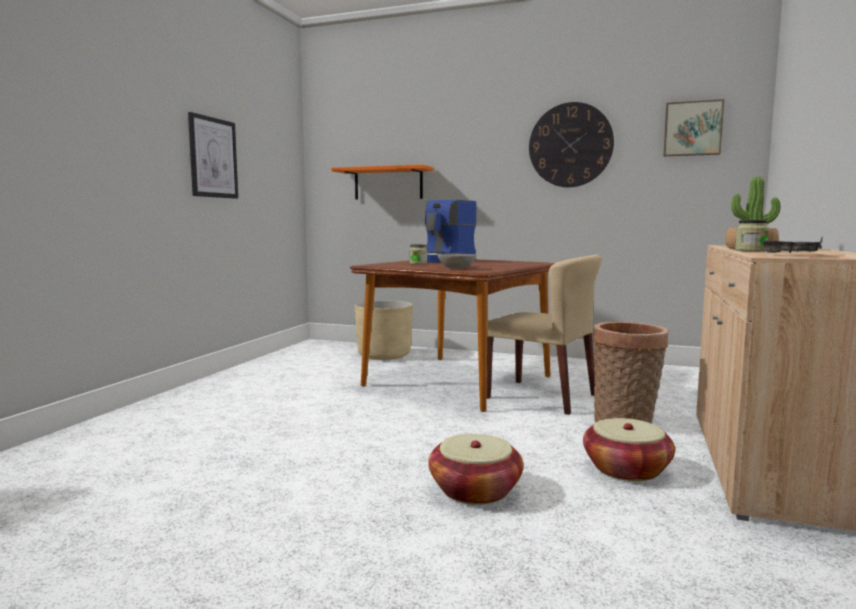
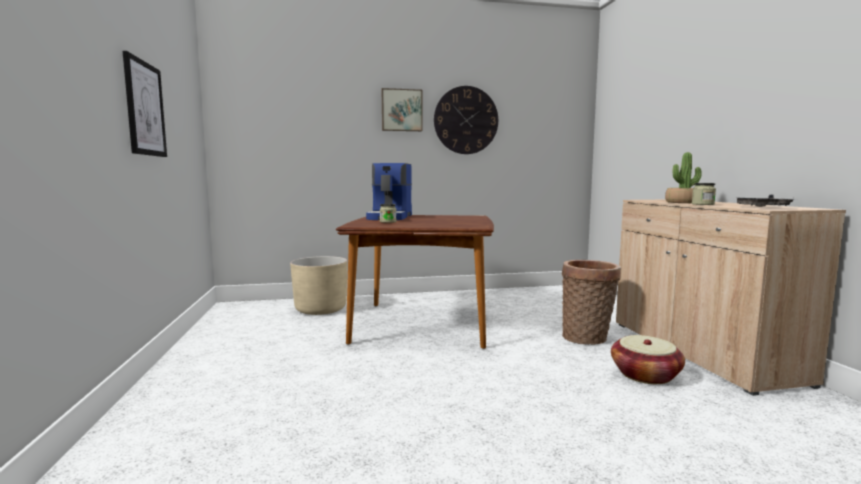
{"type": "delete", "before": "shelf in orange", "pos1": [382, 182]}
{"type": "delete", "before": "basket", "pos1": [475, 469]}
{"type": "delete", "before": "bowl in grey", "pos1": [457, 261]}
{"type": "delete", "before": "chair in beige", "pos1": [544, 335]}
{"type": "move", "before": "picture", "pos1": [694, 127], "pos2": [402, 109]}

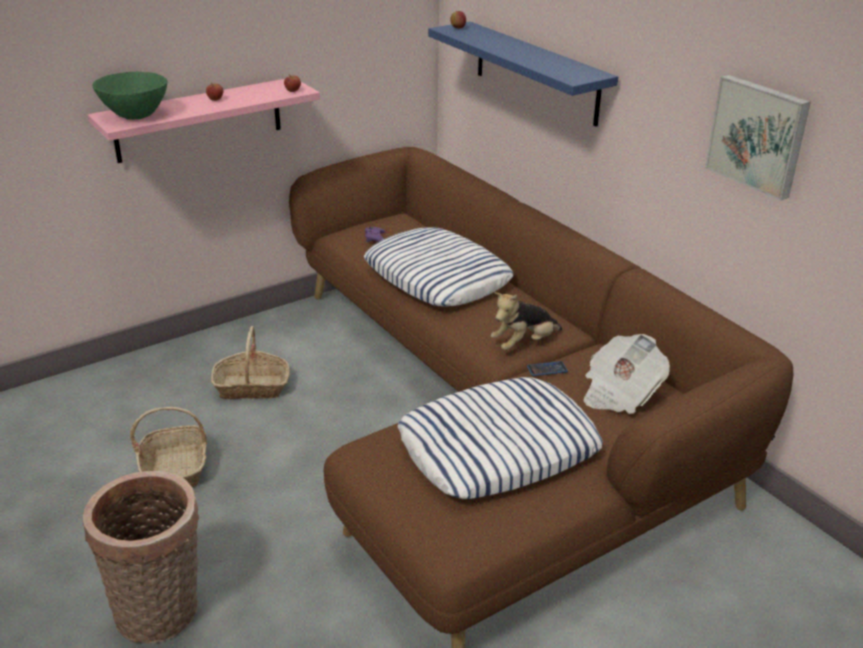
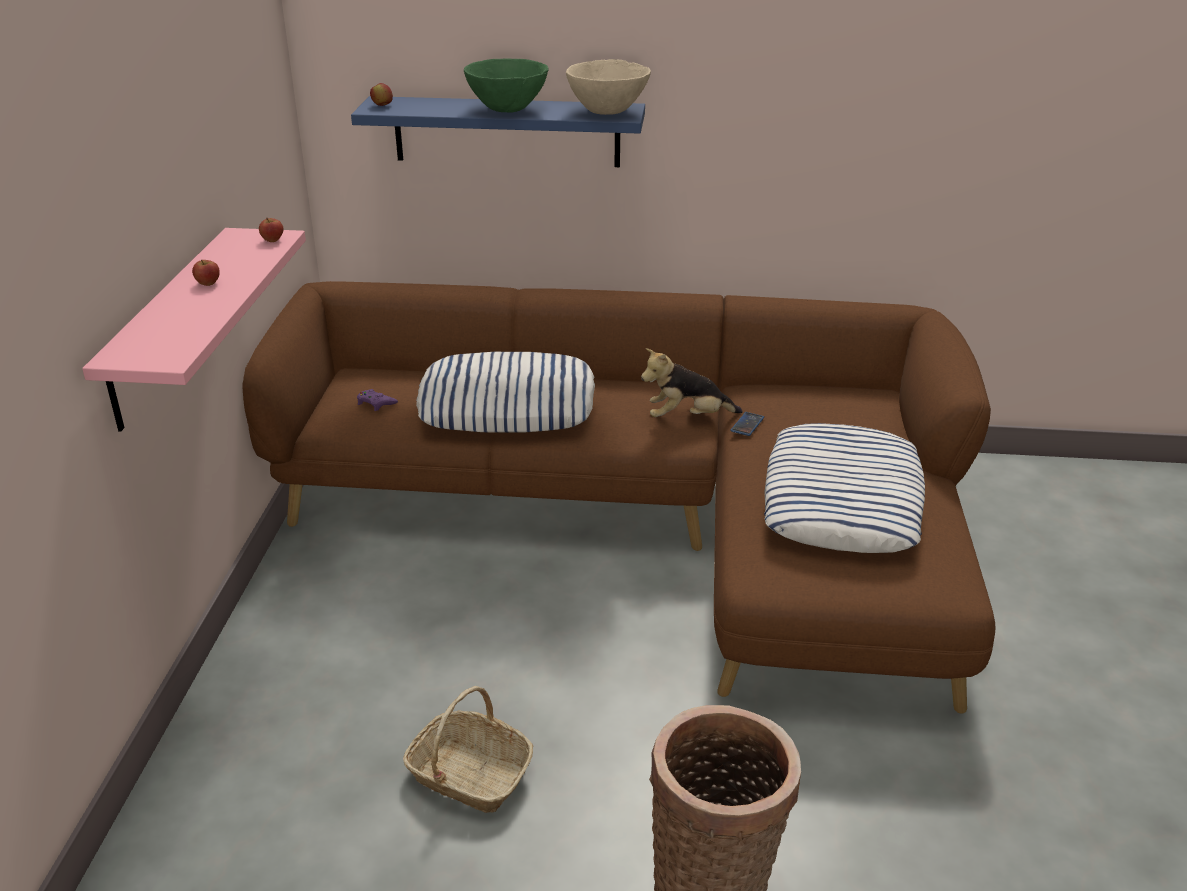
{"type": "delete", "before": "basket", "pos1": [250, 362]}
{"type": "delete", "before": "newspaper", "pos1": [627, 374]}
{"type": "delete", "before": "picture", "pos1": [758, 137]}
{"type": "insert", "after": "bowl in beige", "pos2": [608, 87]}
{"type": "move", "before": "bowl in green", "pos1": [129, 95], "pos2": [506, 85]}
{"type": "rotate", "before": "plush toy", "pos1": [526, 321], "pos2": [692, 382], "turn": 75}

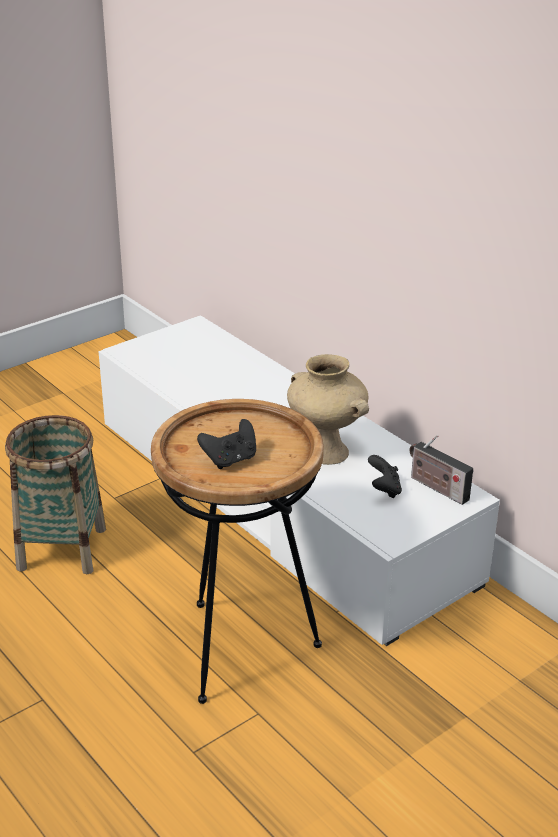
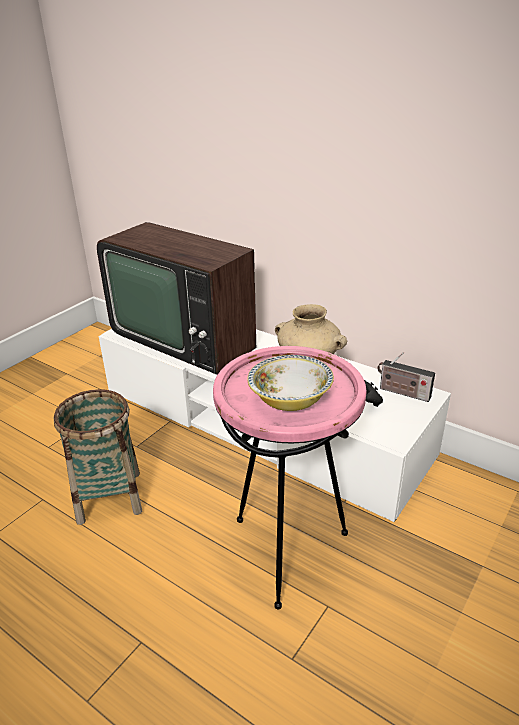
{"type": "insert", "after": "television", "pos2": [176, 298]}
{"type": "replace", "before": "game controller in black", "after": "bowl", "pos1": [226, 444], "pos2": [290, 383]}
{"type": "recolor", "before": "side table in brown", "after": "side table in pink", "pos1": [237, 551], "pos2": [290, 478]}

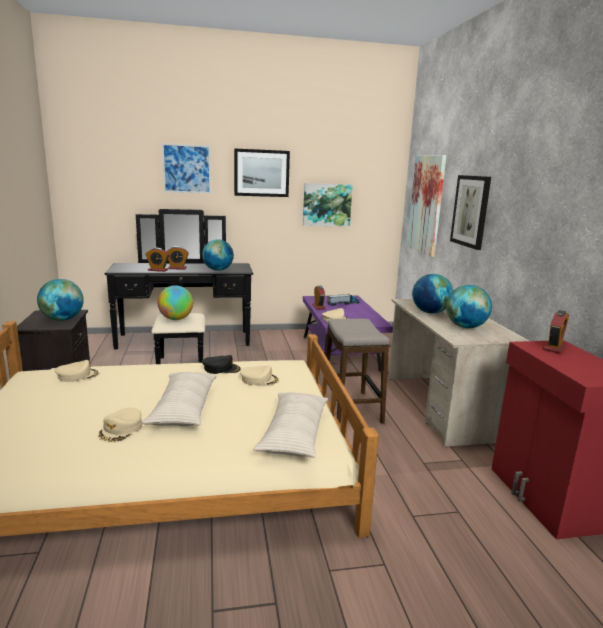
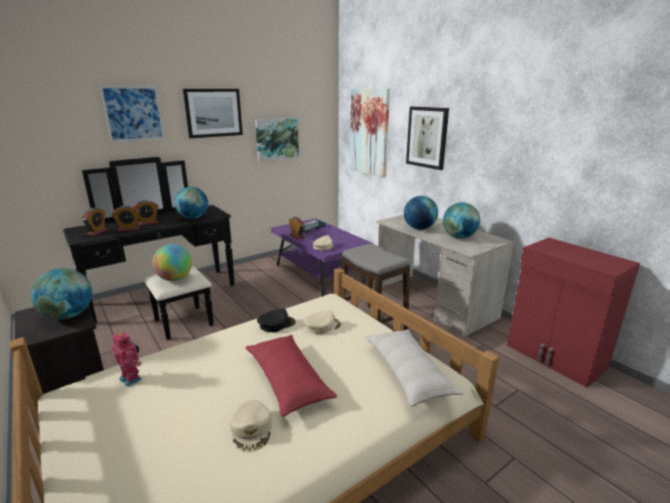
{"type": "move", "before": "alarm clock", "pos1": [556, 332], "pos2": [95, 222]}
{"type": "replace", "before": "cap in beige", "after": "toy robot", "pos1": [77, 371], "pos2": [127, 359]}
{"type": "recolor", "before": "pillow in beige", "after": "pillow in red", "pos1": [179, 399], "pos2": [291, 376]}

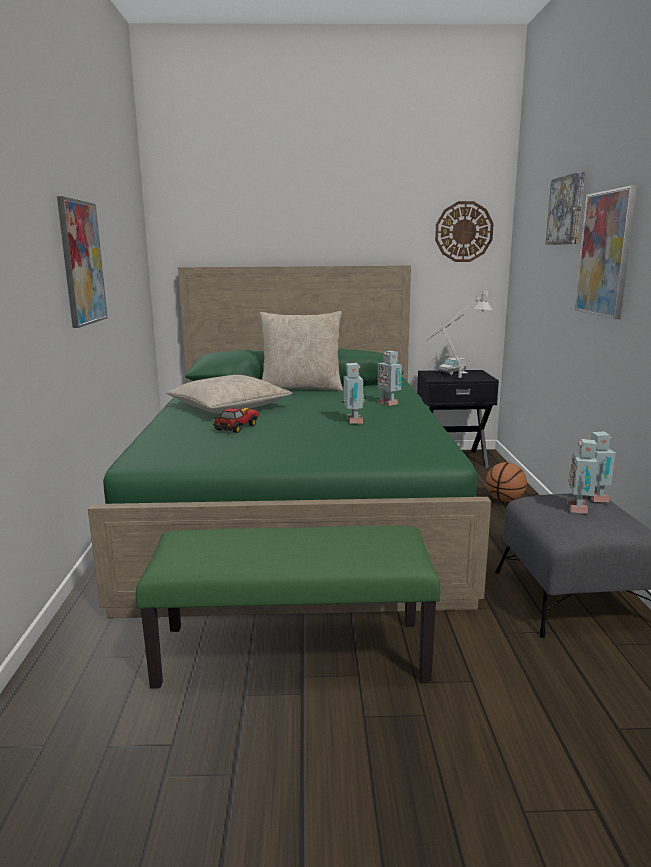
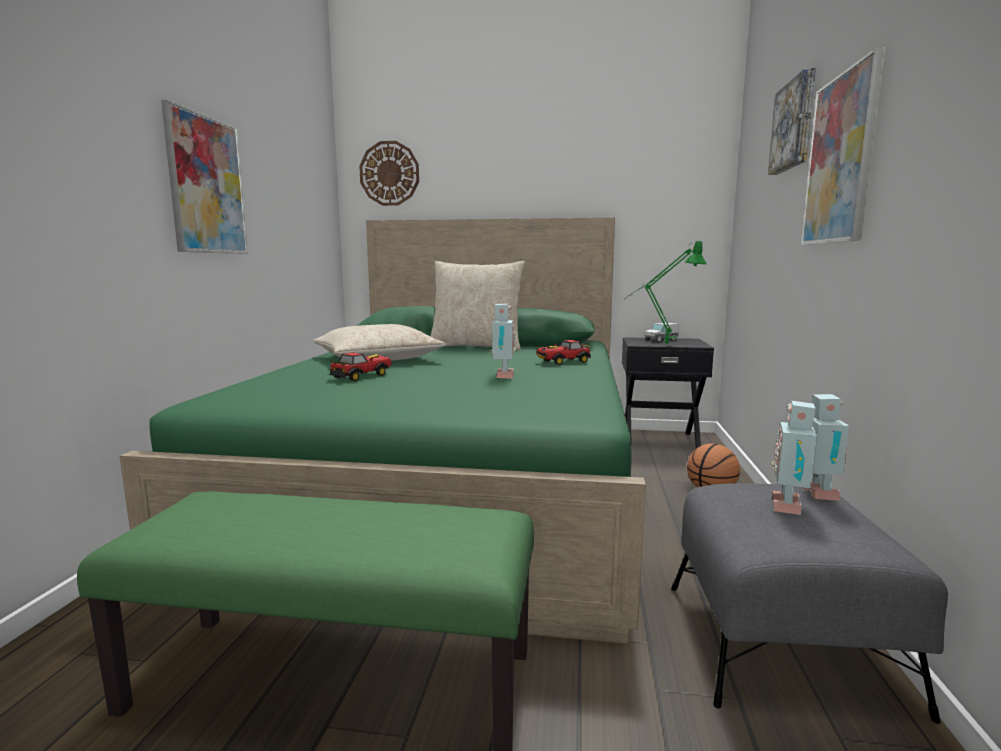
{"type": "move", "before": "wall clock", "pos1": [464, 231], "pos2": [389, 173]}
{"type": "replace", "before": "toy robot", "after": "toy car", "pos1": [390, 378], "pos2": [564, 352]}
{"type": "recolor", "before": "table lamp in grey", "after": "table lamp in green", "pos1": [458, 334], "pos2": [666, 292]}

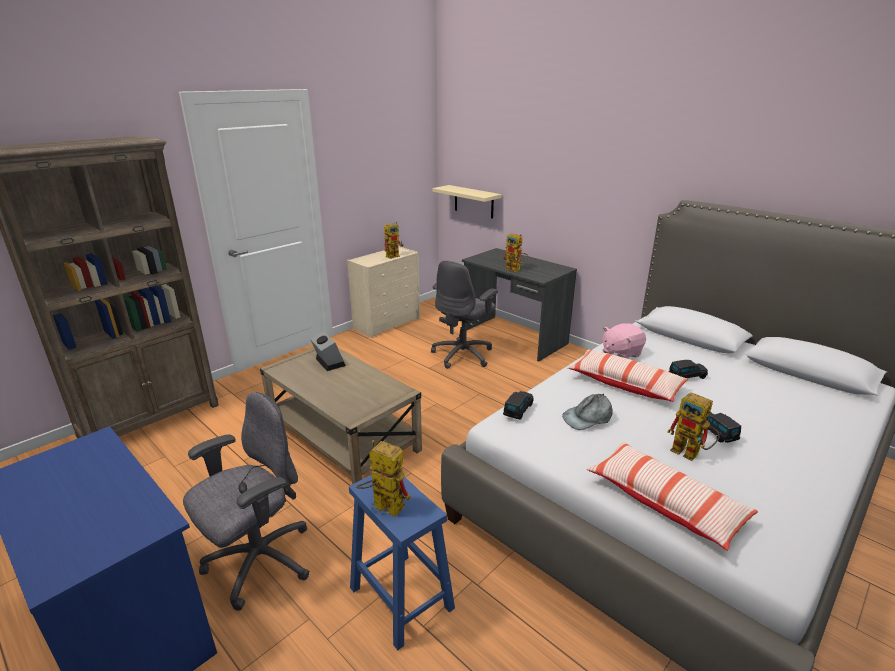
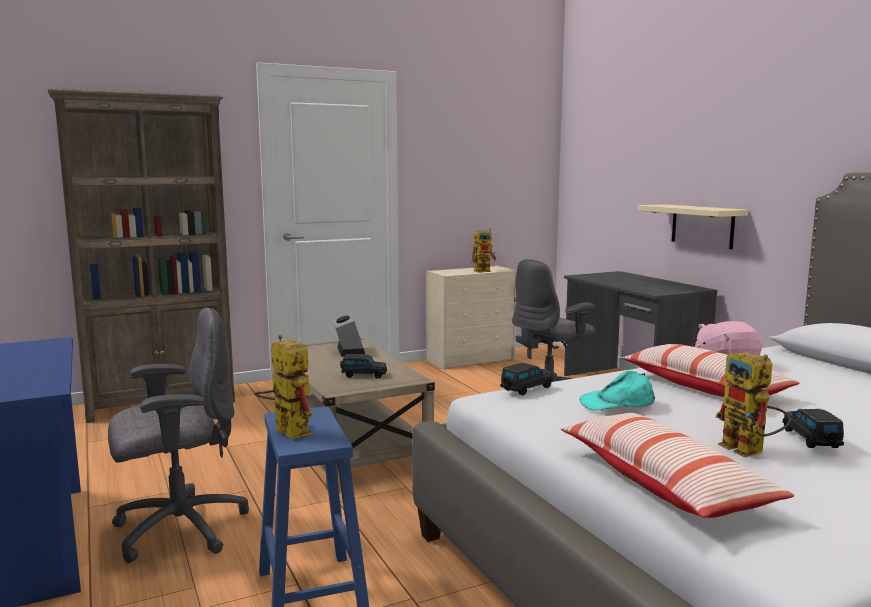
{"type": "delete", "before": "toy robot", "pos1": [516, 253]}
{"type": "move", "before": "shelf in beige", "pos1": [466, 202], "pos2": [692, 226]}
{"type": "move", "before": "toy car in black", "pos1": [688, 369], "pos2": [363, 366]}
{"type": "recolor", "before": "cap in grey", "after": "cap in turquoise", "pos1": [587, 412], "pos2": [617, 391]}

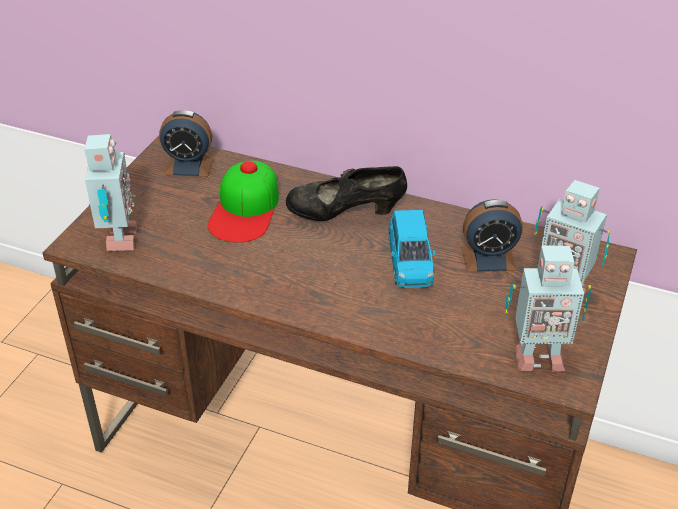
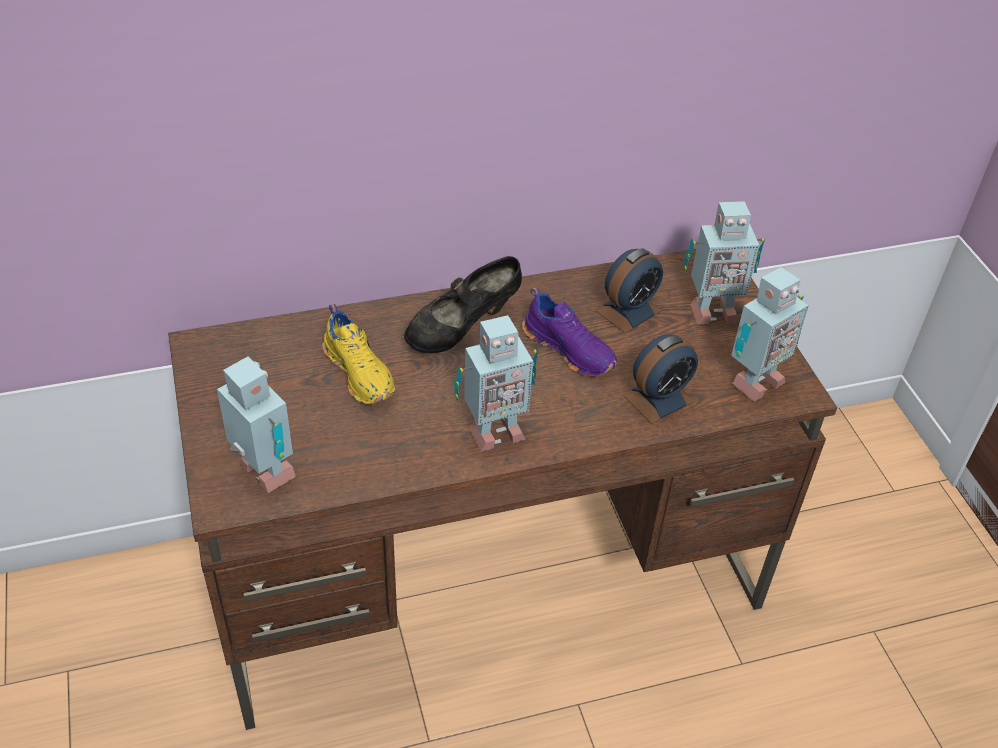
{"type": "insert", "after": "toy robot", "pos2": [496, 383]}
{"type": "move", "before": "alarm clock", "pos1": [186, 143], "pos2": [660, 379]}
{"type": "replace", "before": "cap", "after": "shoe in yellow", "pos1": [243, 202], "pos2": [358, 354]}
{"type": "replace", "before": "toy car in blue", "after": "shoe in purple", "pos1": [412, 249], "pos2": [569, 331]}

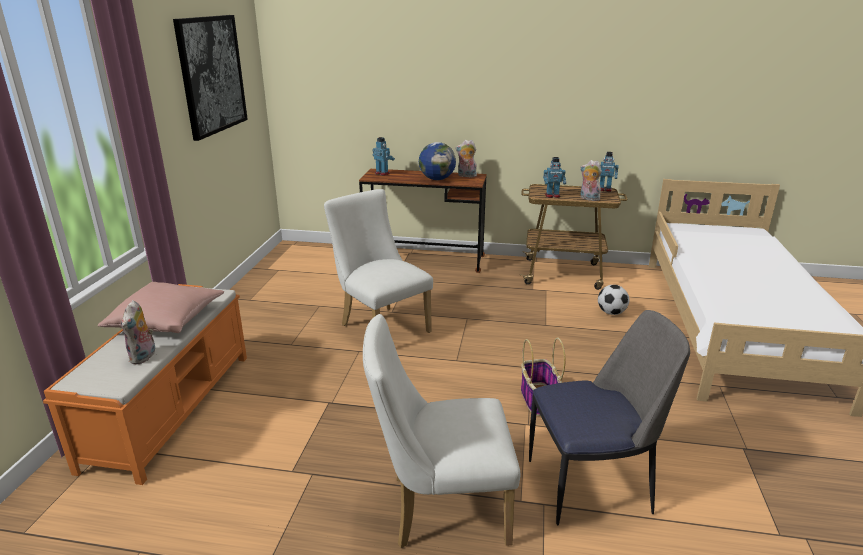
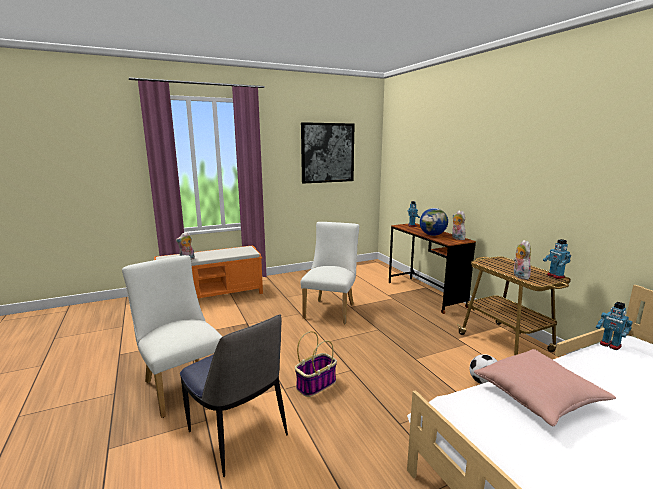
{"type": "move", "before": "pillow in pink", "pos1": [161, 307], "pos2": [545, 387]}
{"type": "move", "before": "toy robot", "pos1": [554, 177], "pos2": [614, 326]}

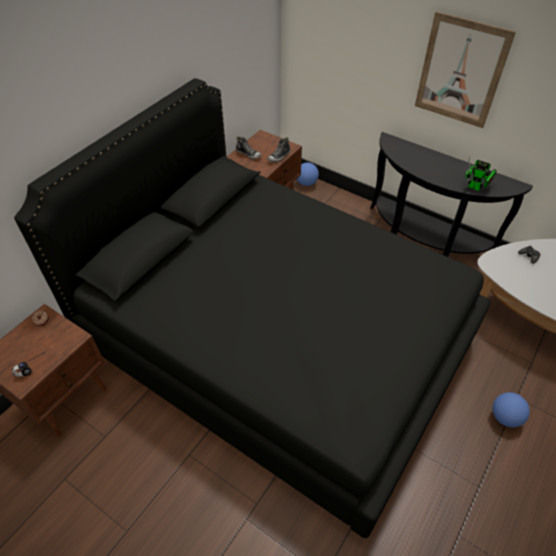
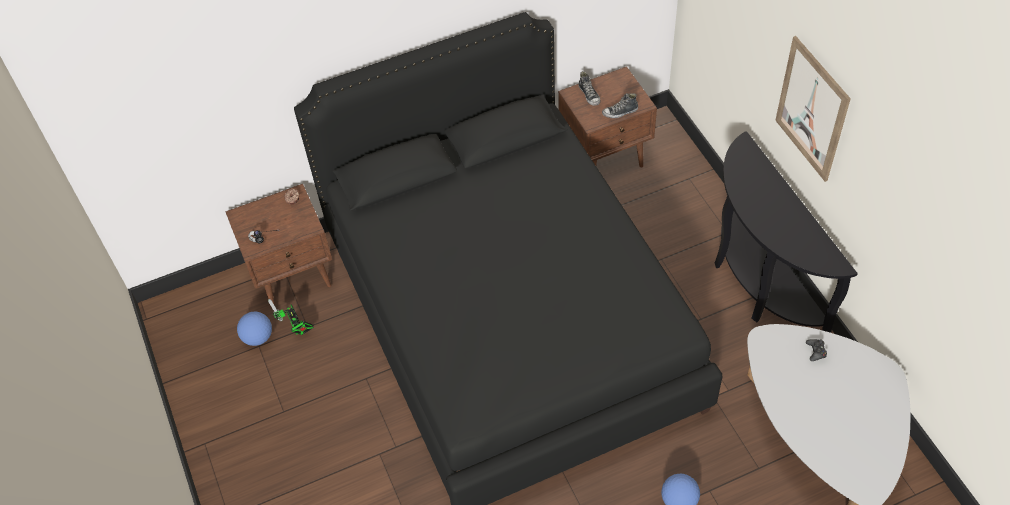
{"type": "move", "before": "football", "pos1": [308, 174], "pos2": [254, 329]}
{"type": "move", "before": "toy robot", "pos1": [481, 173], "pos2": [291, 317]}

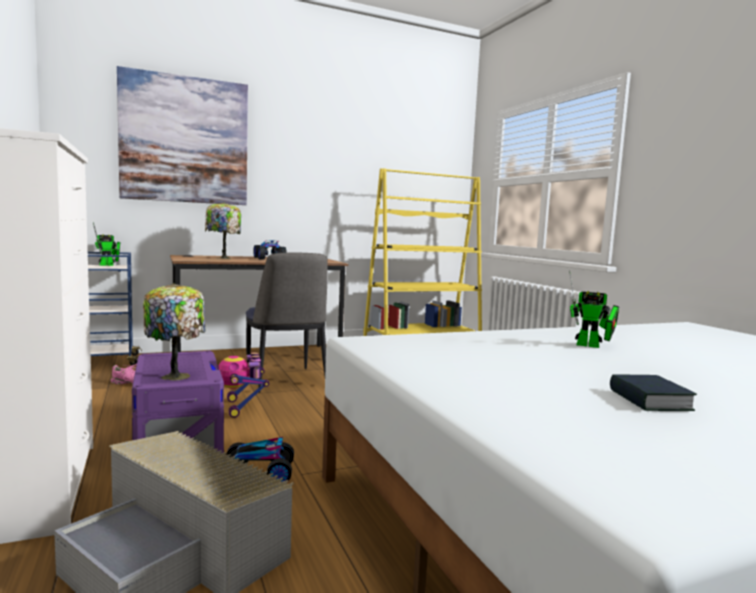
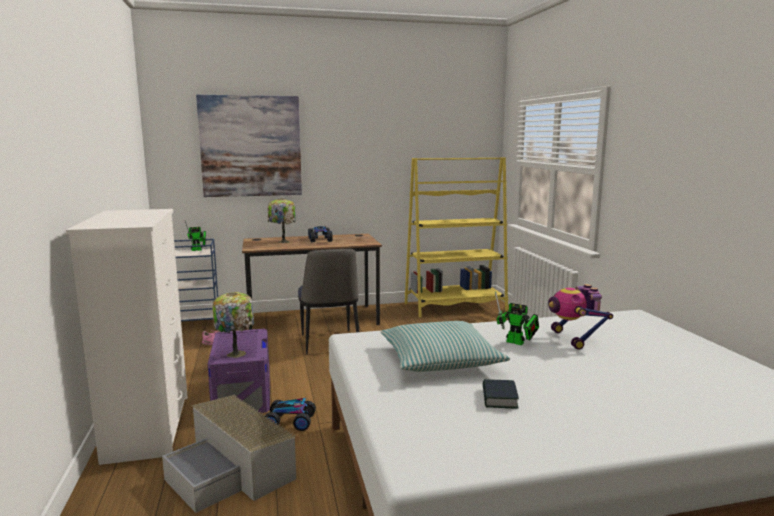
{"type": "insert", "after": "pillow", "pos2": [445, 346]}
{"type": "move", "before": "toy robot", "pos1": [242, 385], "pos2": [580, 317]}

